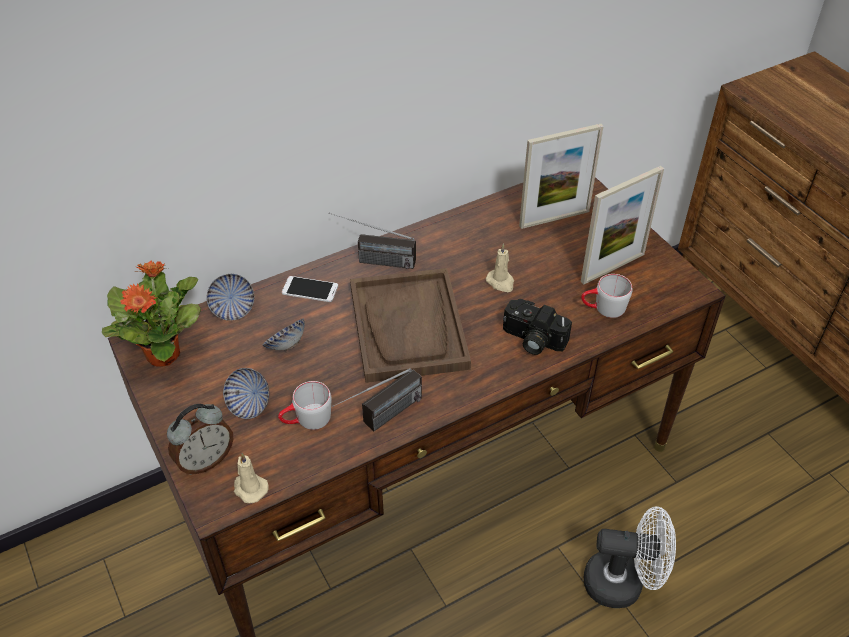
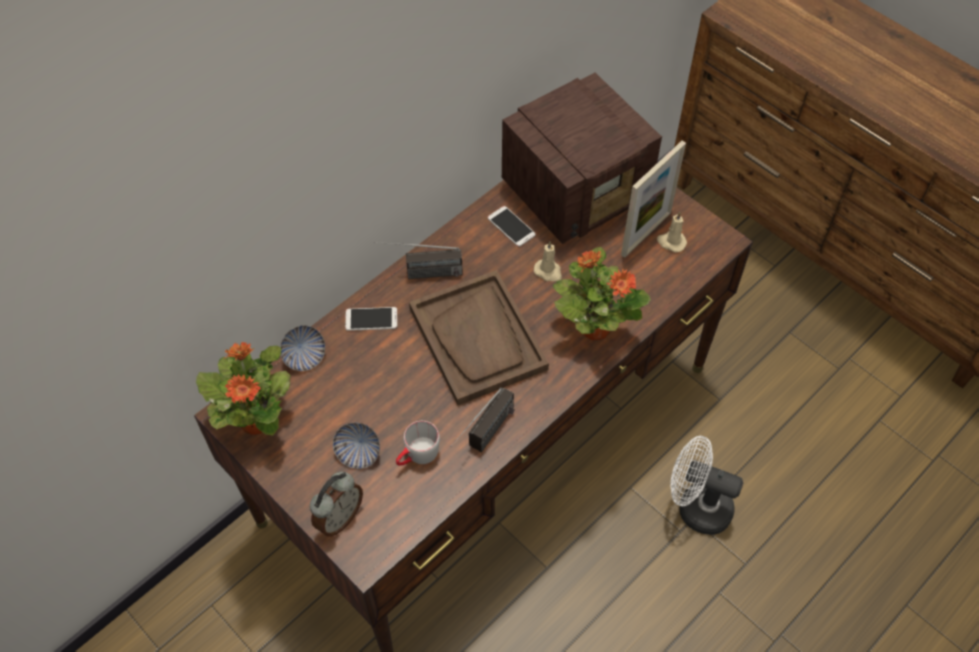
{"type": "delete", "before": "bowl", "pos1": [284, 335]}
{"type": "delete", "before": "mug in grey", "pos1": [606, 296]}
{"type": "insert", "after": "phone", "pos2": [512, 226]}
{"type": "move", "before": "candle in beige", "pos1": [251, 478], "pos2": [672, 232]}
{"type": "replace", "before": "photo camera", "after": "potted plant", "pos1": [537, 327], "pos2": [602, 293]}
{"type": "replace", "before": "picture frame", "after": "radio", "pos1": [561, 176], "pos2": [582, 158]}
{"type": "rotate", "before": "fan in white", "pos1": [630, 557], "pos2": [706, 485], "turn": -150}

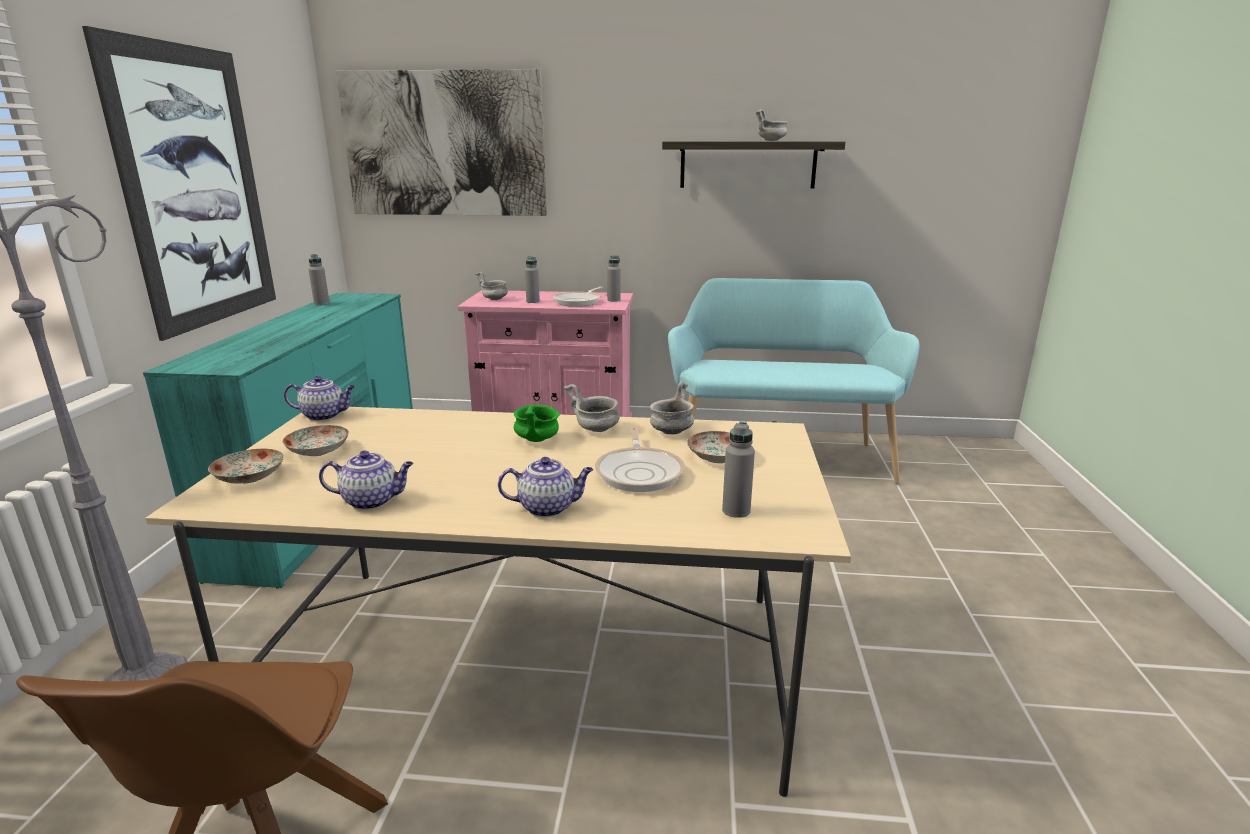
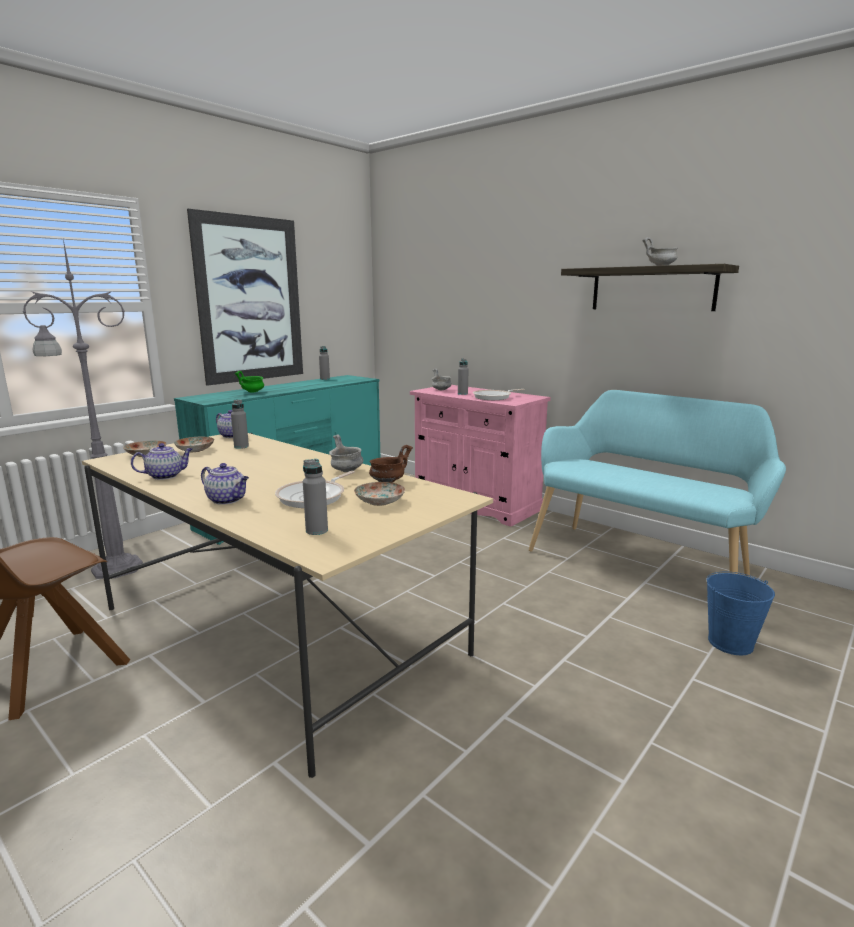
{"type": "delete", "before": "picture", "pos1": [441, 142]}
{"type": "insert", "after": "bucket in blue", "pos2": [740, 613]}
{"type": "move", "before": "bowl in green", "pos1": [536, 423], "pos2": [249, 382]}
{"type": "move", "before": "bottle in grey", "pos1": [614, 278], "pos2": [240, 424]}
{"type": "recolor", "before": "bowl in grey", "after": "bowl in brown", "pos1": [672, 408], "pos2": [391, 464]}
{"type": "rotate", "before": "teapot", "pos1": [366, 480], "pos2": [161, 461], "turn": -60}

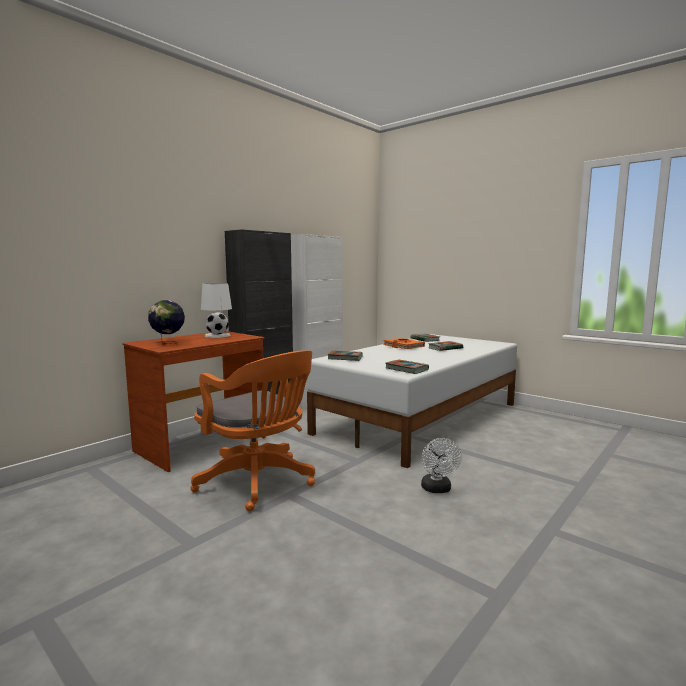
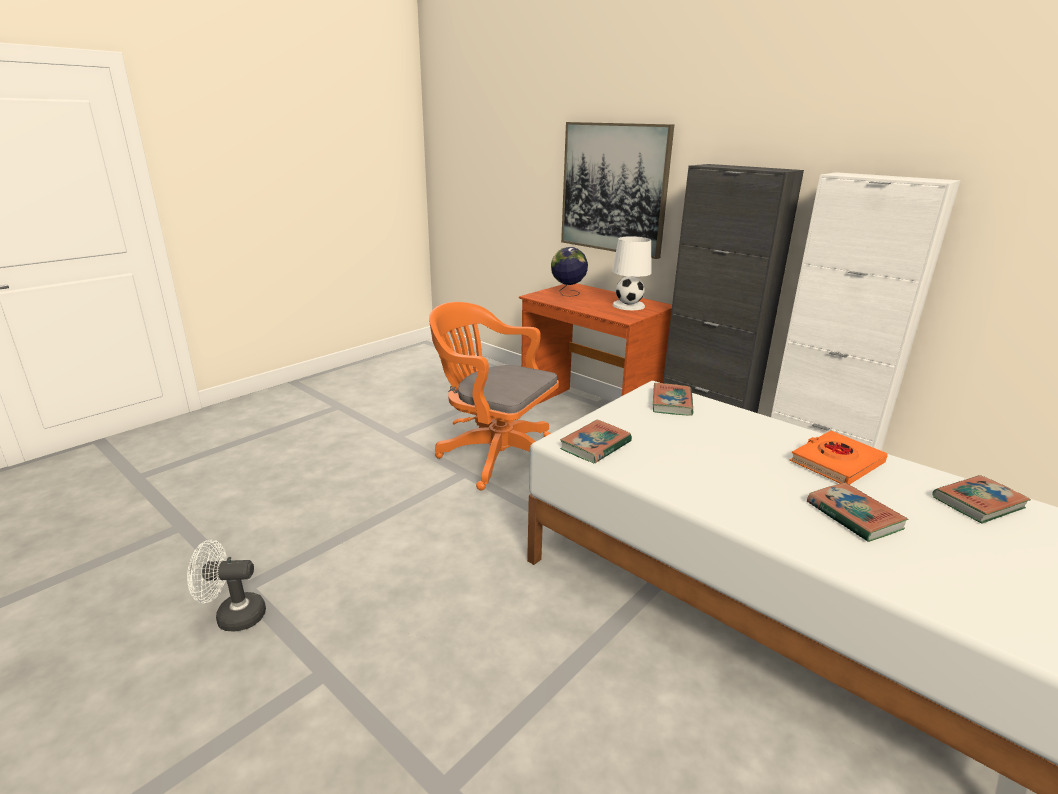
{"type": "insert", "after": "picture", "pos2": [617, 190]}
{"type": "move", "before": "fan in white", "pos1": [441, 465], "pos2": [226, 586]}
{"type": "rotate", "before": "office chair in orange", "pos1": [252, 430], "pos2": [494, 396], "turn": 75}

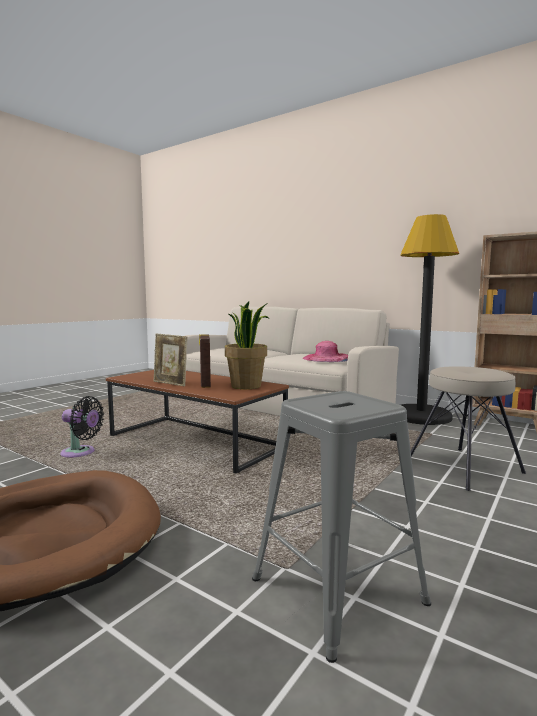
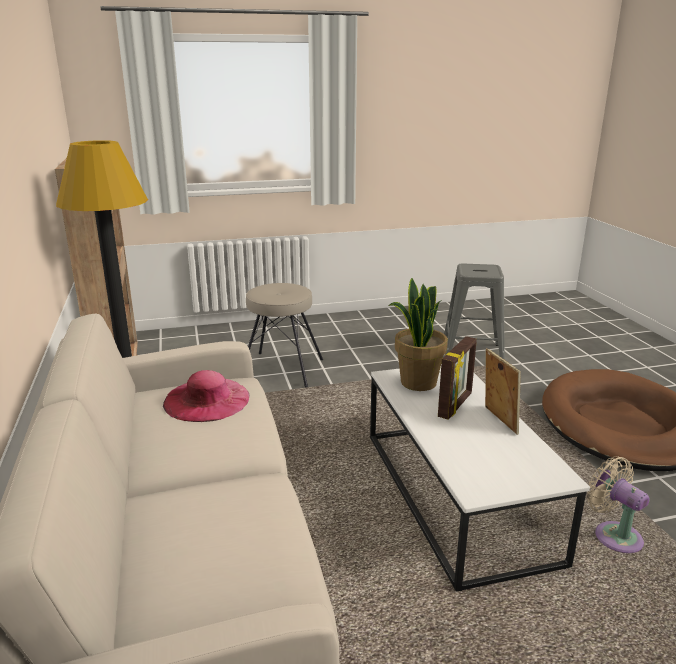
{"type": "recolor", "before": "fan in black", "after": "fan in beige", "pos1": [82, 427], "pos2": [618, 504]}
{"type": "recolor", "before": "coffee table in brown", "after": "coffee table in white", "pos1": [197, 422], "pos2": [480, 479]}

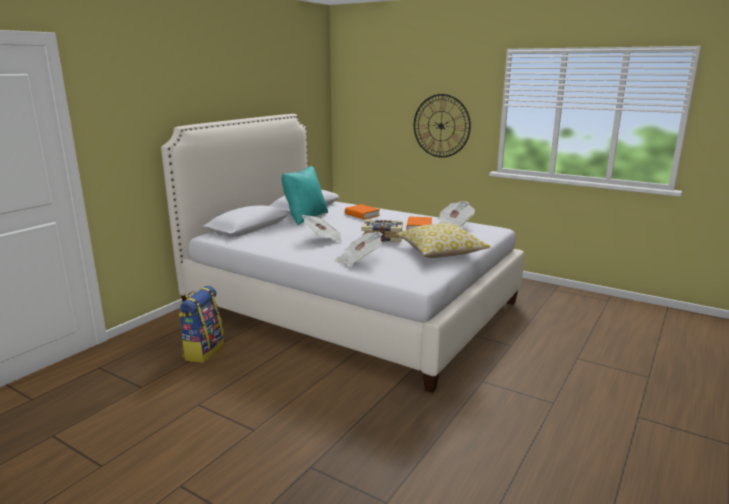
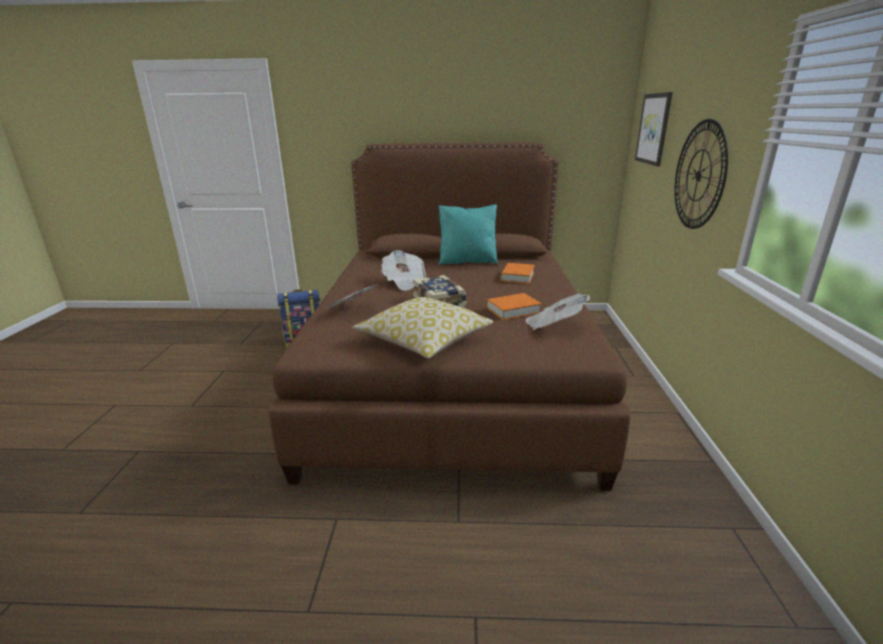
{"type": "insert", "after": "picture", "pos2": [654, 129]}
{"type": "recolor", "before": "bed in white", "after": "bed in brown", "pos1": [342, 253], "pos2": [450, 317]}

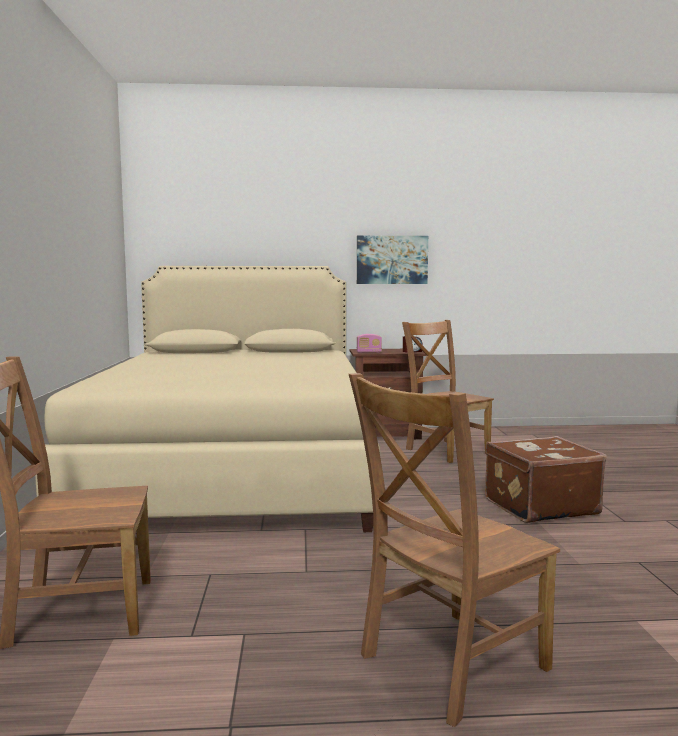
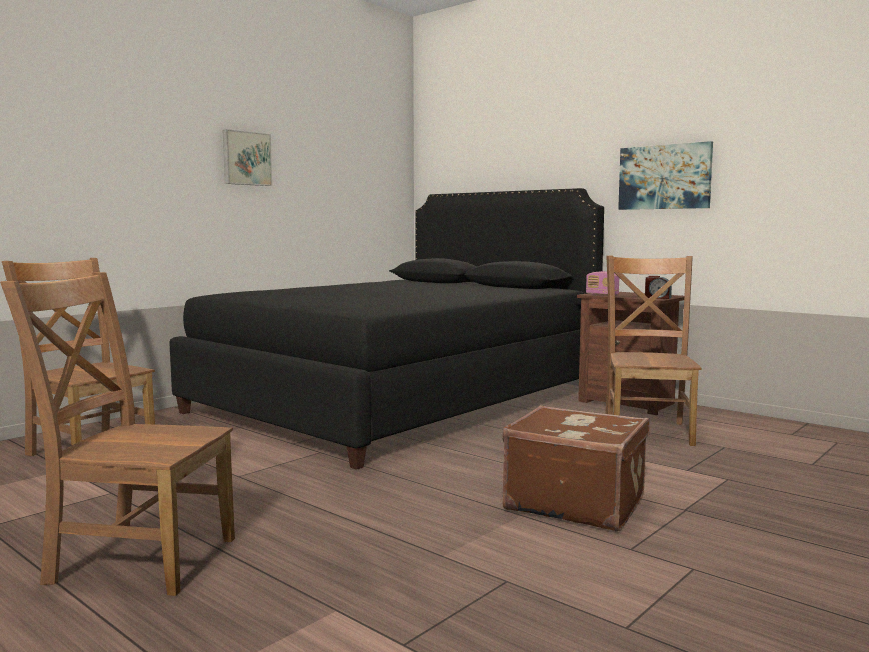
{"type": "insert", "after": "picture", "pos2": [247, 157]}
{"type": "recolor", "before": "bed in beige", "after": "bed in black", "pos1": [207, 399], "pos2": [386, 329]}

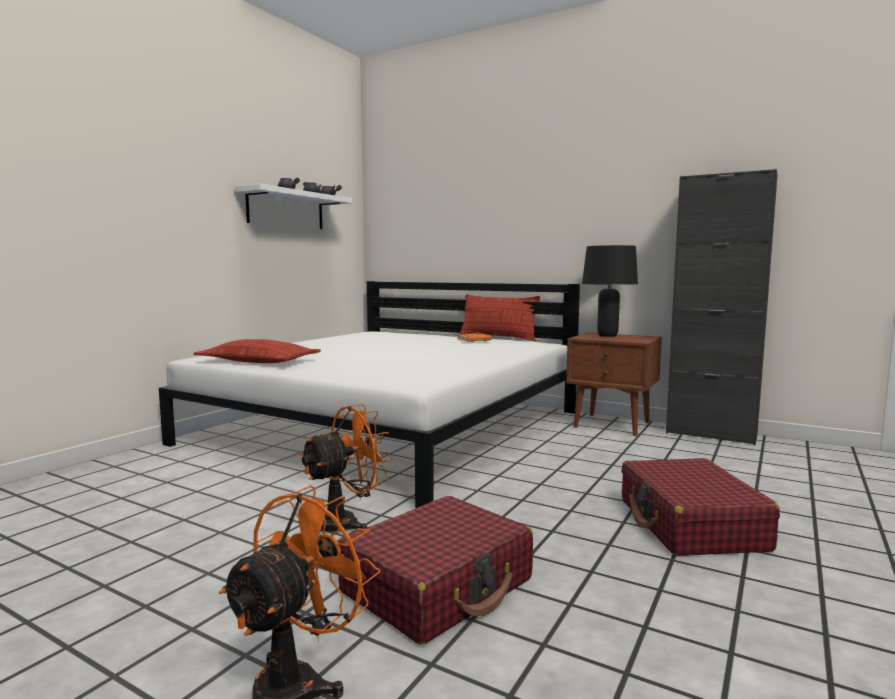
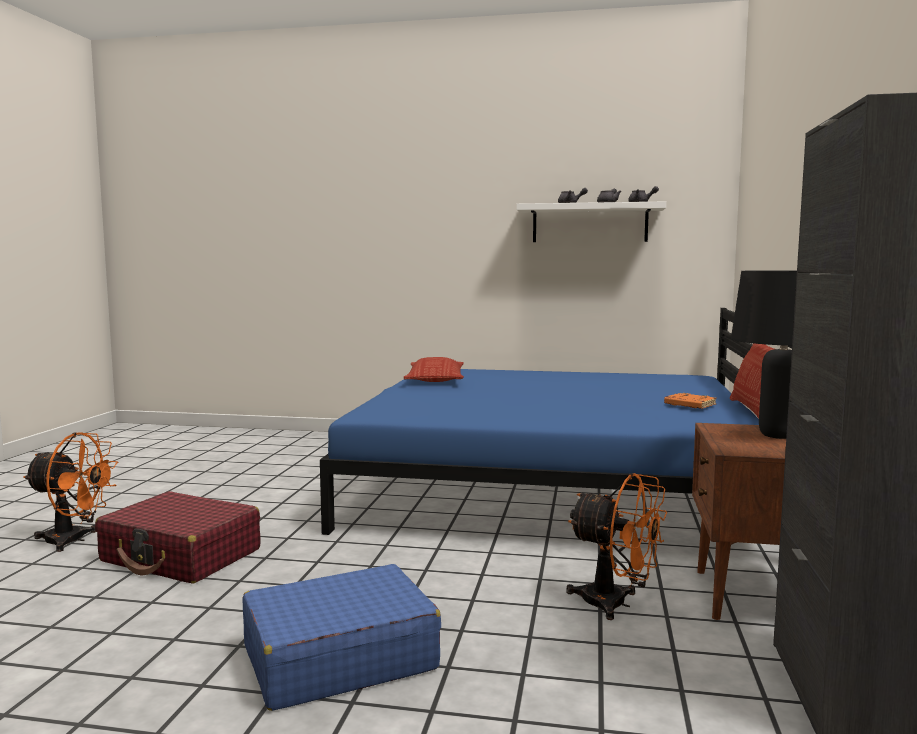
{"type": "move", "before": "fan in orange", "pos1": [346, 468], "pos2": [616, 546]}
{"type": "recolor", "before": "bed in white", "after": "bed in blue", "pos1": [369, 394], "pos2": [556, 421]}
{"type": "recolor", "before": "suitcase in red", "after": "suitcase in blue", "pos1": [701, 507], "pos2": [341, 637]}

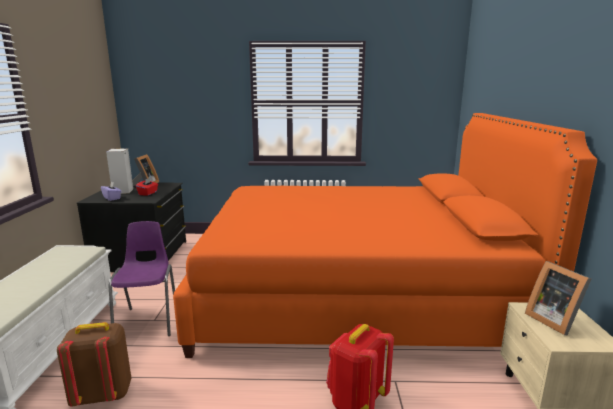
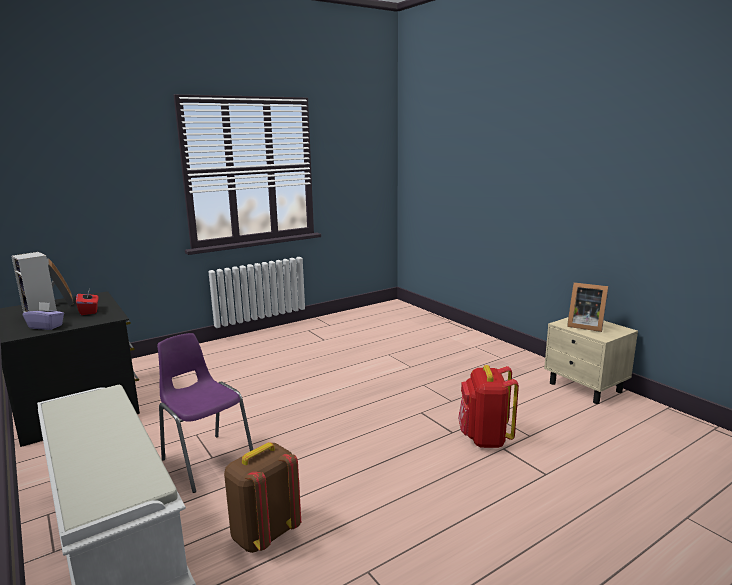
{"type": "delete", "before": "bed in orange", "pos1": [385, 235]}

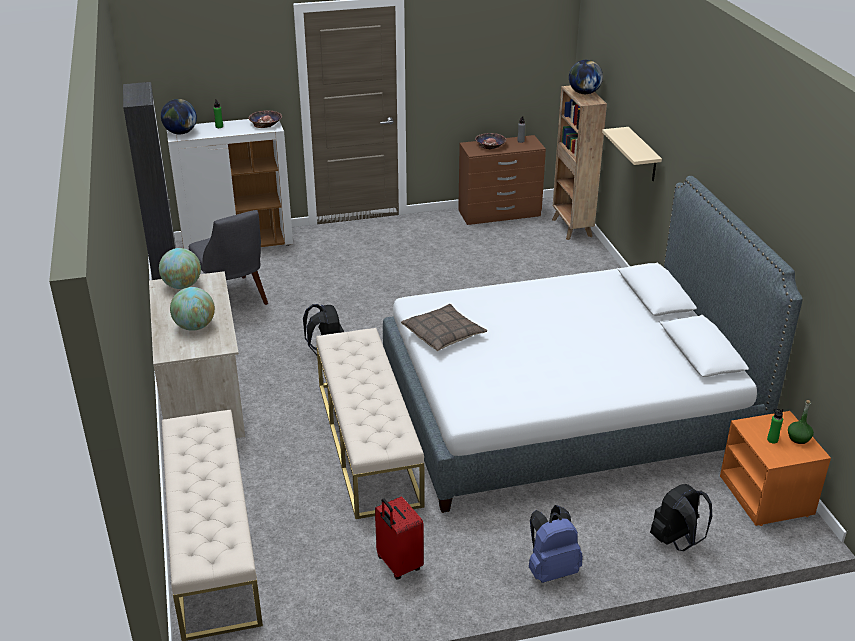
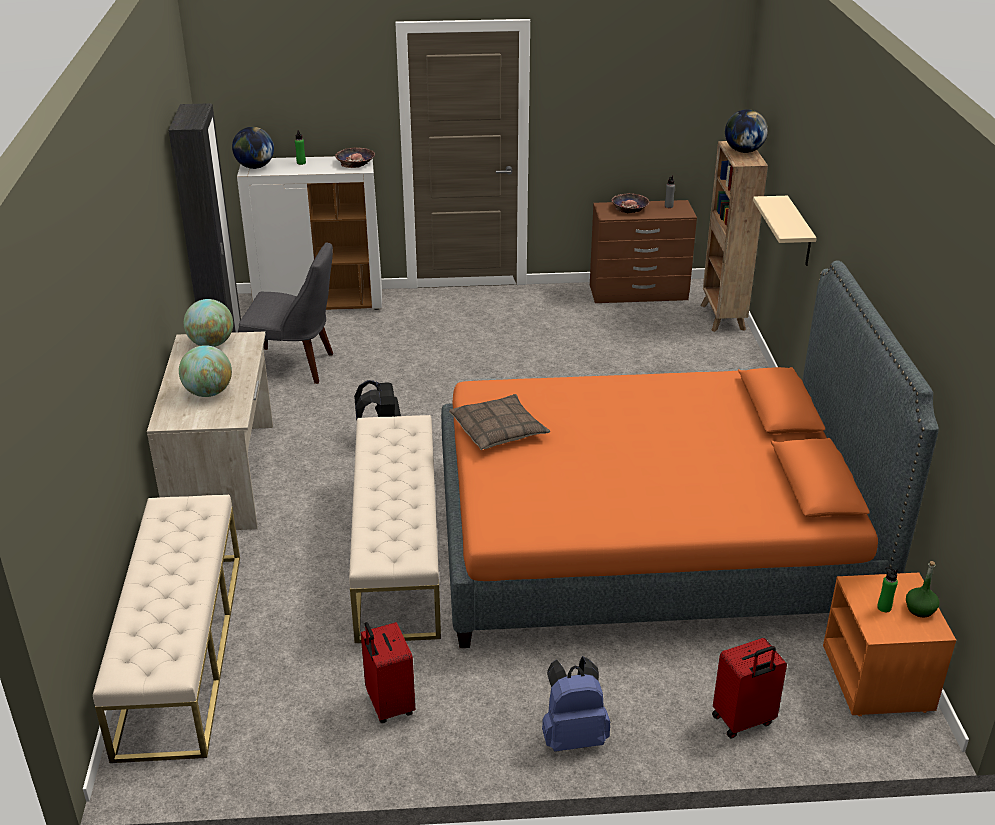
{"type": "replace", "before": "backpack in black", "after": "suitcase in red", "pos1": [681, 517], "pos2": [749, 688]}
{"type": "recolor", "before": "bed in white", "after": "bed in orange", "pos1": [593, 344], "pos2": [690, 454]}
{"type": "rotate", "before": "chair in grey", "pos1": [228, 257], "pos2": [286, 313], "turn": -60}

